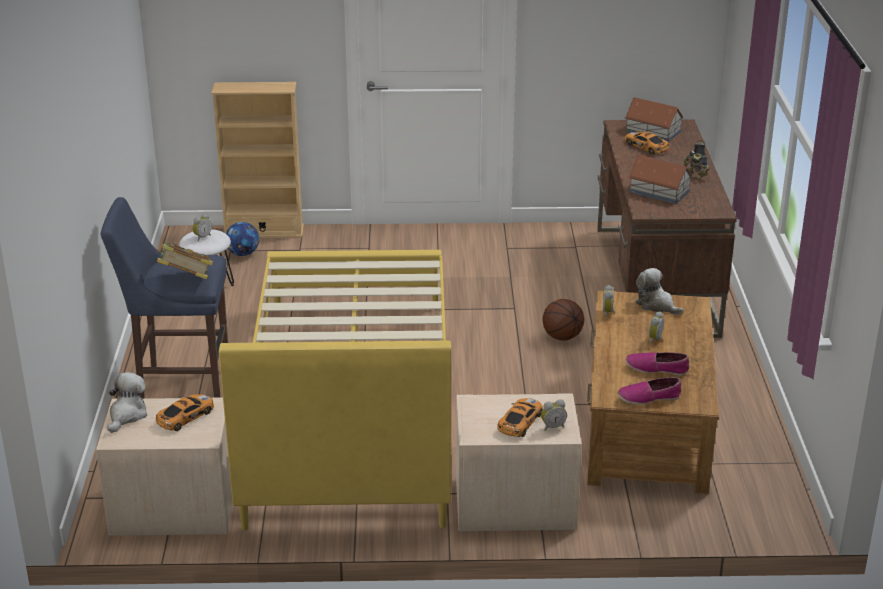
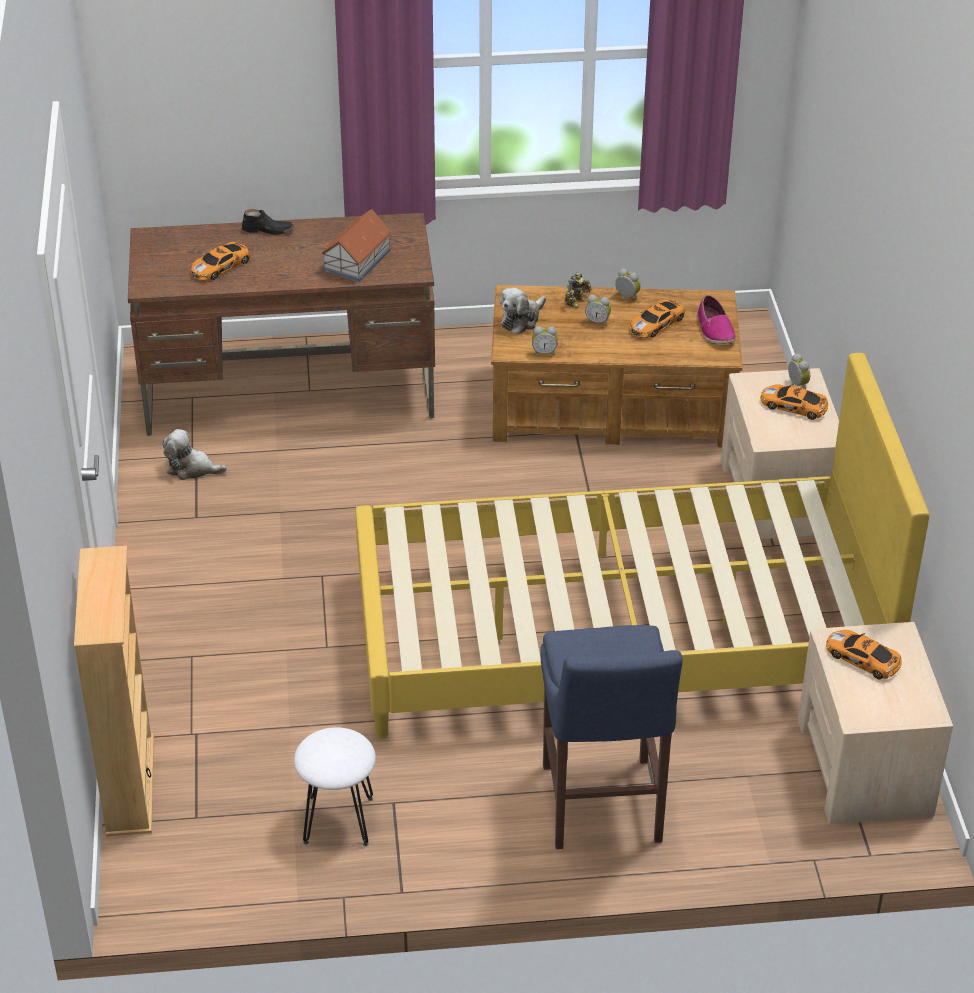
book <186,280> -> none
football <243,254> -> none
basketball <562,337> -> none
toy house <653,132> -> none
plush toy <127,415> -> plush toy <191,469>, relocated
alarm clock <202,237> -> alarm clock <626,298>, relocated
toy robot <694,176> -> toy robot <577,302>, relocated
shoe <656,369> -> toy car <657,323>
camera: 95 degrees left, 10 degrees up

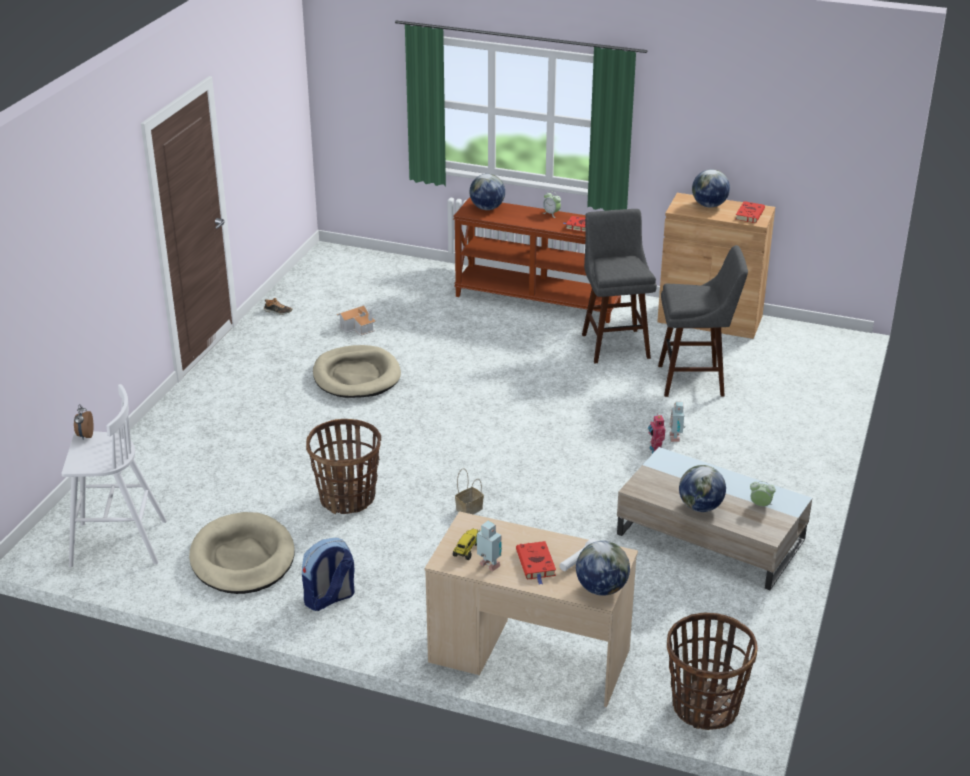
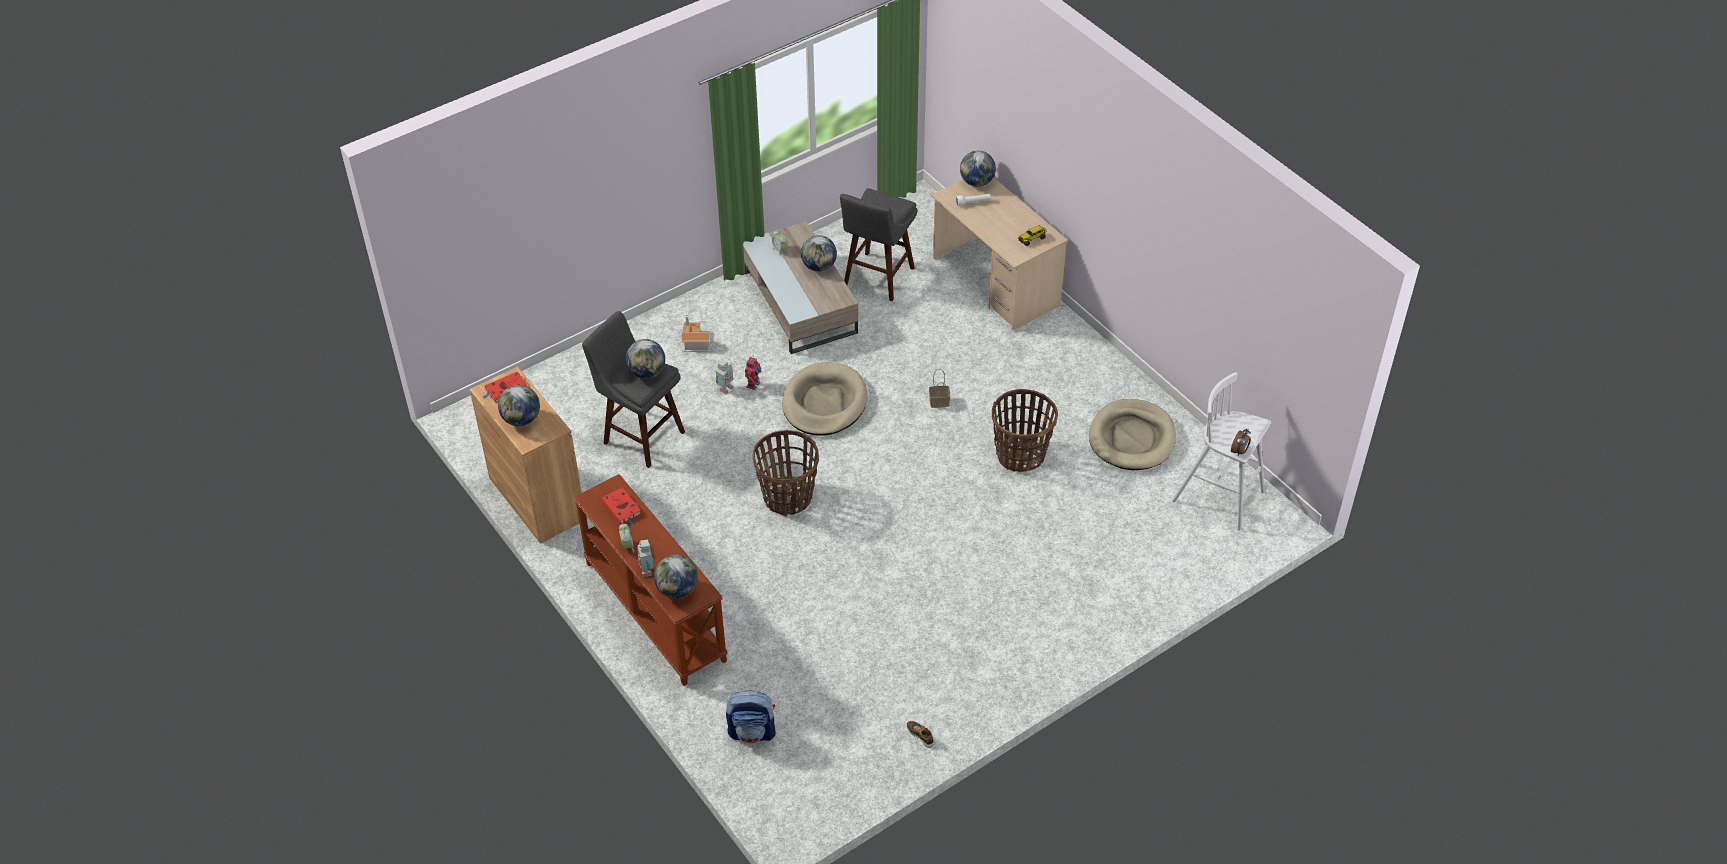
red book <536,564> -> none
none -> globe <647,372>
backpack <329,599> -> backpack <752,732>, relocated
beige dog bed <356,376> -> beige dog bed <824,403>, relocated
toy house <358,327> -> toy house <694,342>, relocated
toy robot <489,566> -> toy robot <647,570>, relocated
grey stool <614,344> -> grey stool <877,279>, relocated
basket <704,707> -> basket <788,497>, relocated
camera: 145 degrees left, 15 degrees up

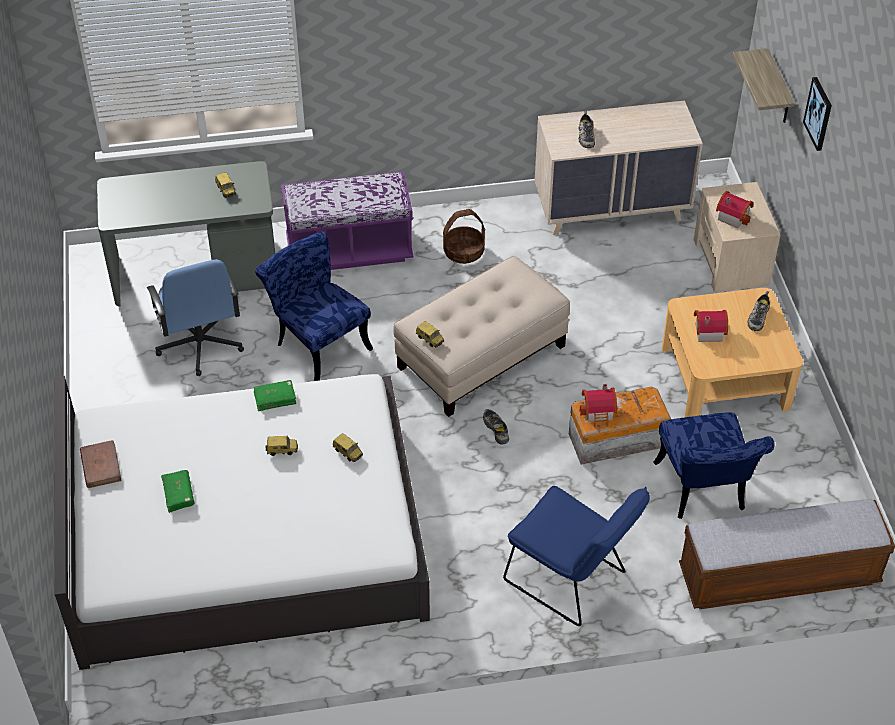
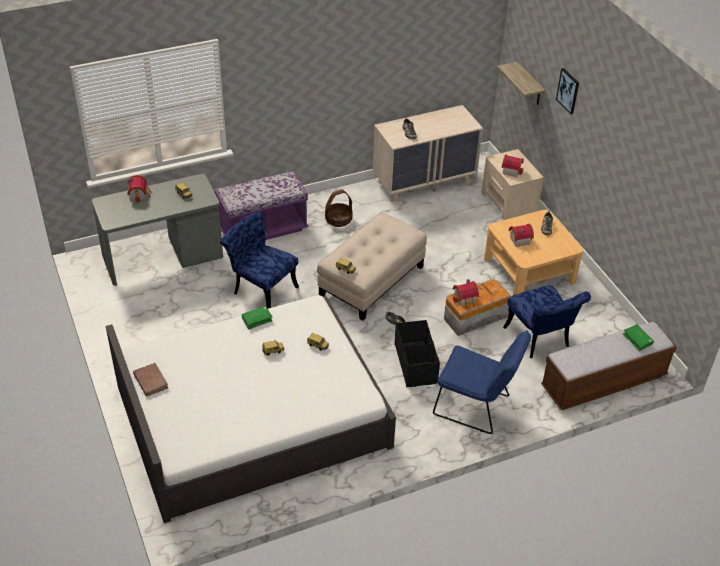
blue office chair <200,344> -> none
none -> toy house <139,195>
none -> black storage box <416,364>
green book <178,494> -> green book <637,340>, relocated
camera: 15 degrees left, 5 degrees down

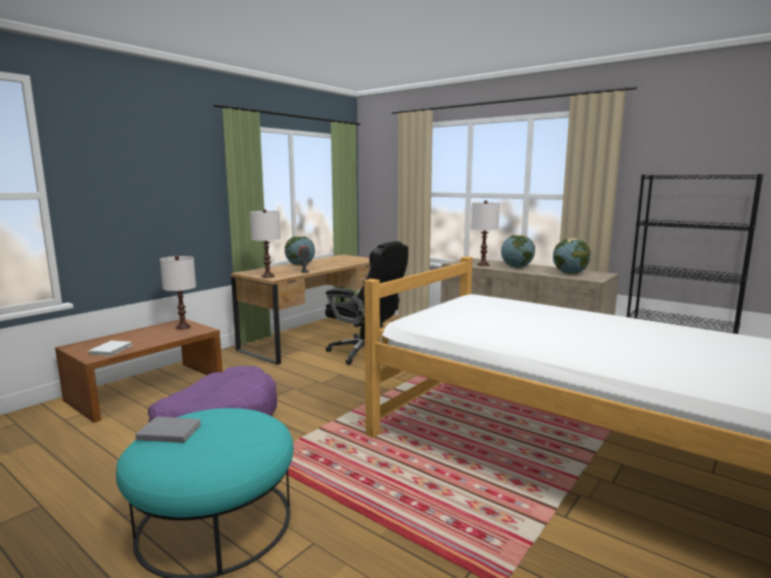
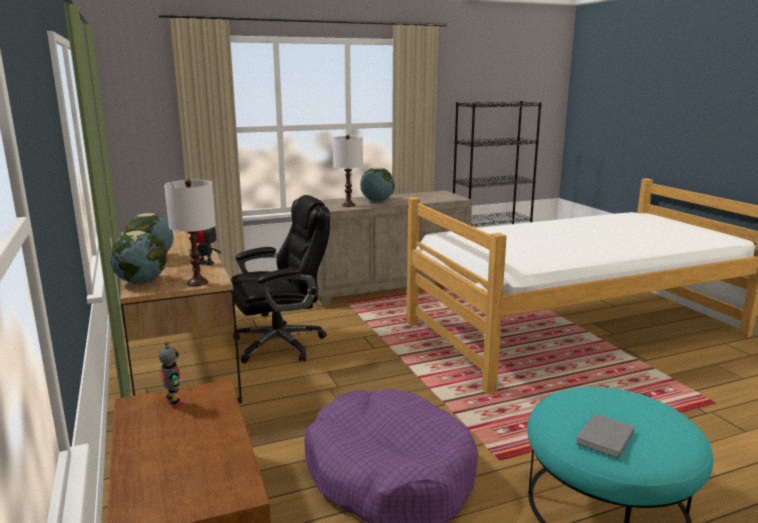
white book <112,349> -> none
globe <570,273> -> globe <141,282>, relocated
white table lamp <183,327> -> toy robot <174,403>
camera: 60 degrees left, 5 degrees up

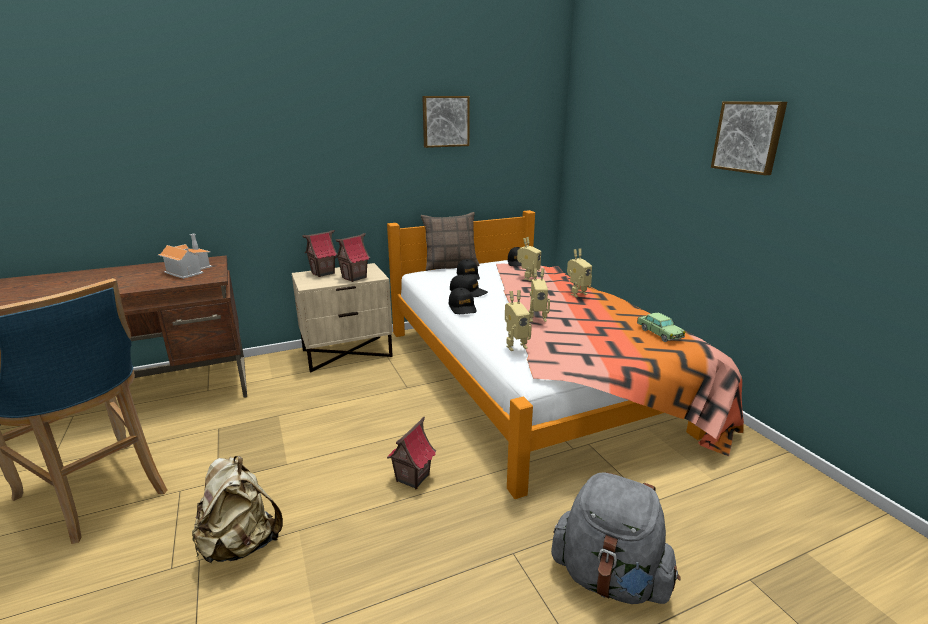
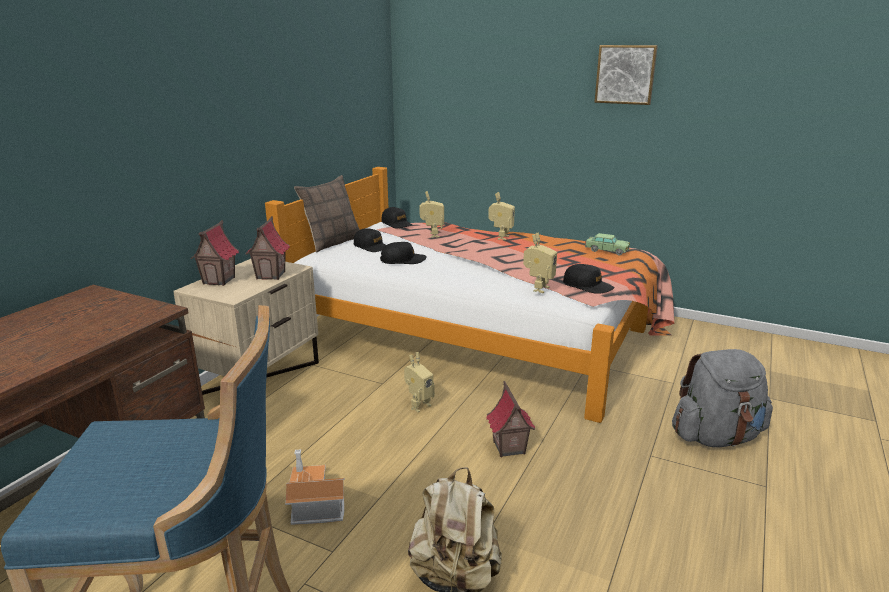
picture <445,121> -> none
toy house <188,270> -> toy house <313,504>, relocated
black cap <462,307> -> black cap <587,286>, relocated
toy robot <537,318> -> toy robot <418,405>, relocated
camera: 40 degrees left, 0 degrees up

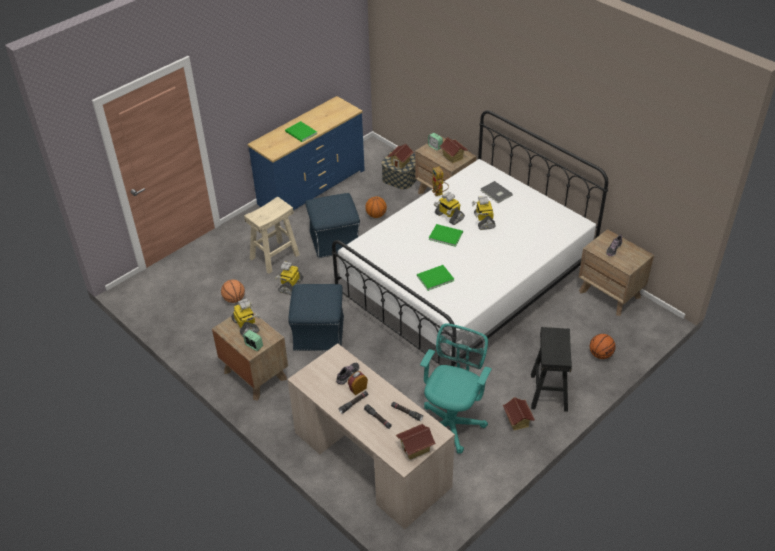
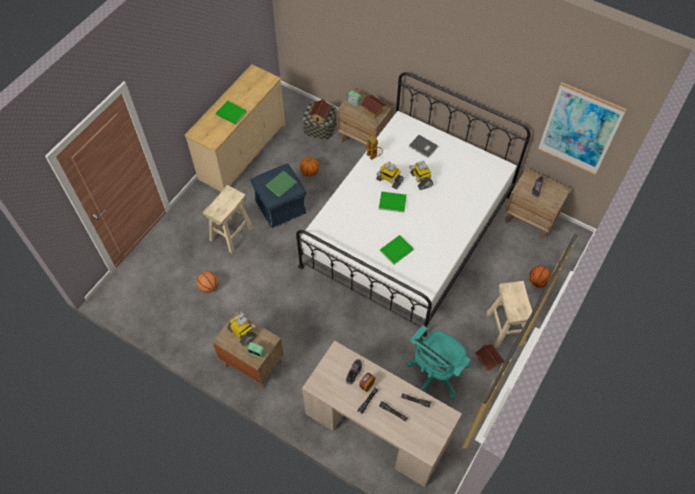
toy robot <290,285> -> none
blue ottoman <318,333> -> none
toy house <415,449> -> none
none -> green book <280,184>
none -> picture <579,129>
blue dresser <311,187> -> beige dresser <242,151>
black stool <549,392> -> beige stool <506,327>
turquoise office chair <451,423> -> turquoise office chair <434,375>, 150 degrees counterclockwise
camera: 15 degrees left, 15 degrees up

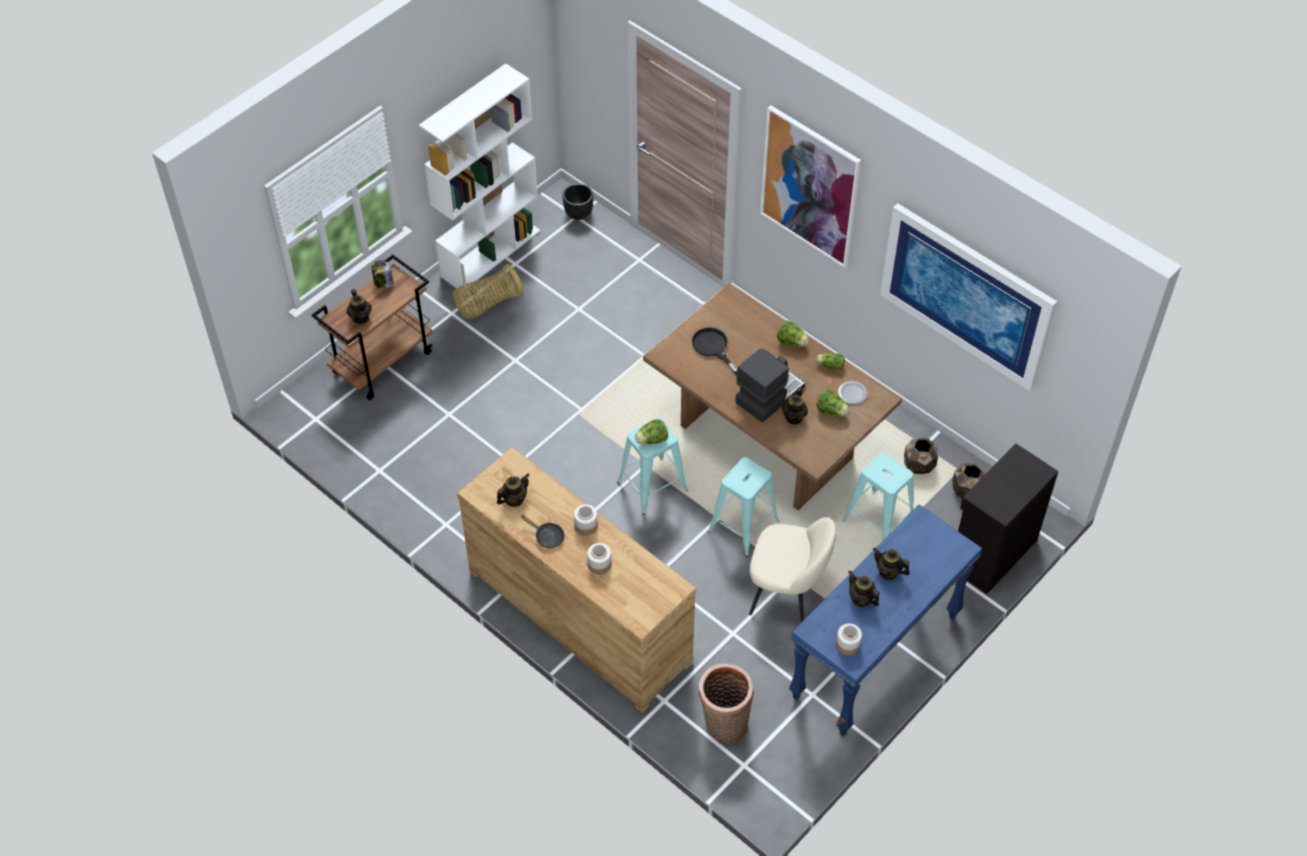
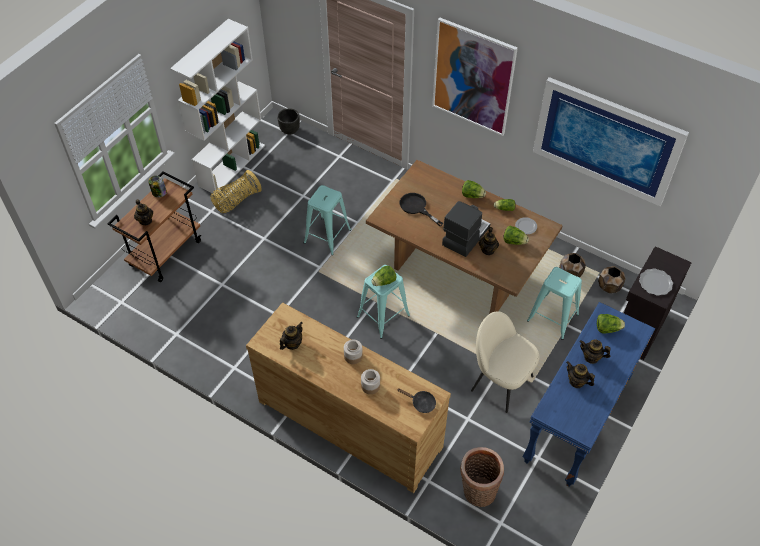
jar <847,645> -> none
none -> lettuce <607,328>
none -> plate <655,283>
black frying pan <547,537> -> black frying pan <421,403>, relocated
turquoise stool <743,526> -> turquoise stool <327,236>, relocated
beige chair <787,594> -> beige chair <500,382>, 150 degrees counterclockwise
camera: 10 degrees left, 0 degrees up

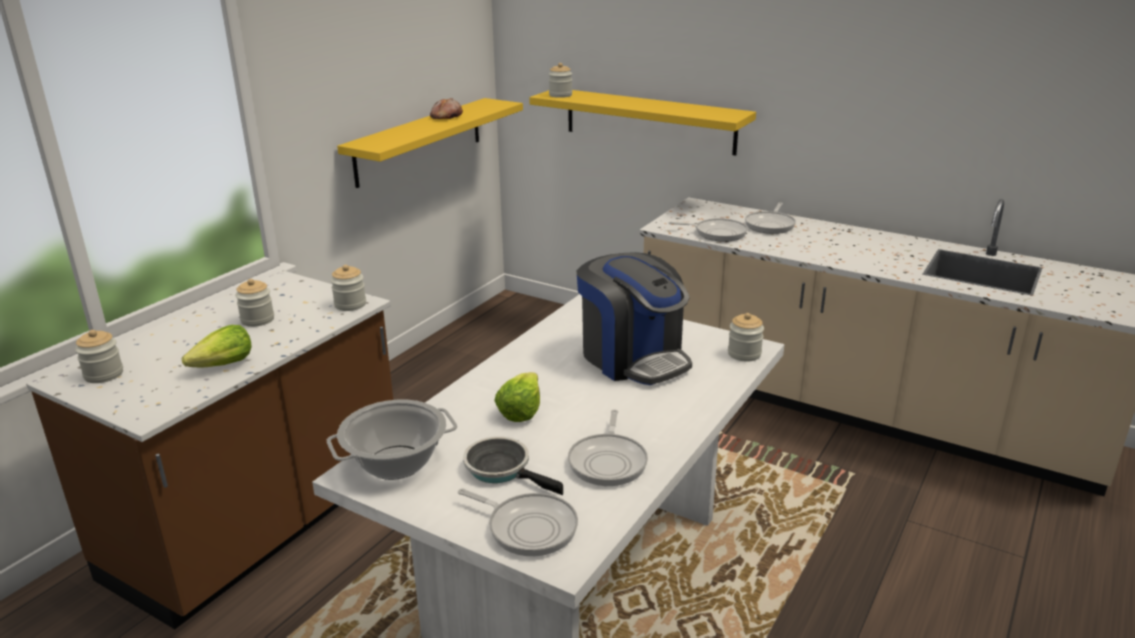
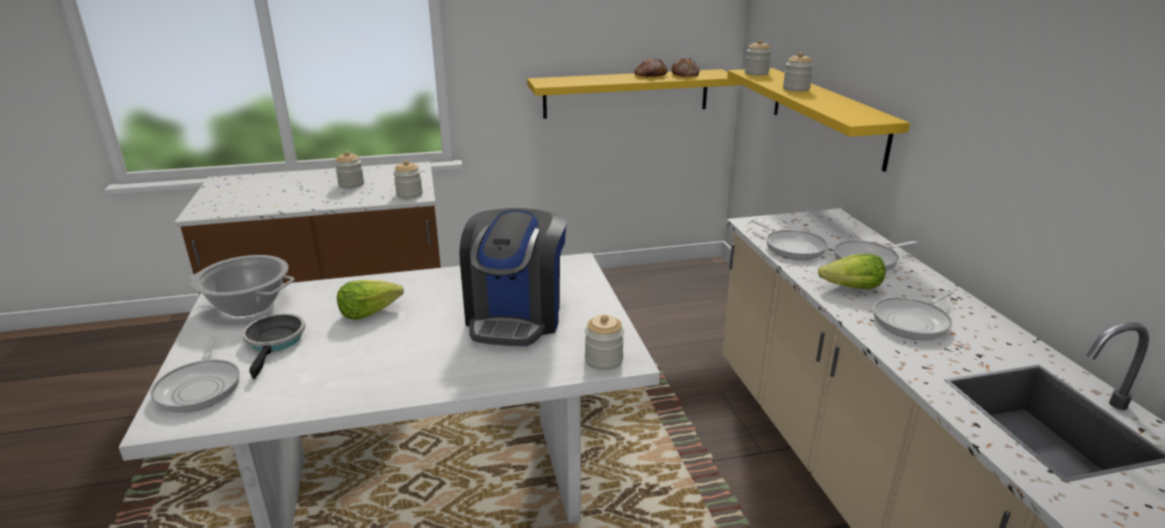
none -> bread <685,74>
jar <104,374> -> jar <796,89>, relocated
lettuce <224,365> -> lettuce <852,288>, relocated
frying pan <608,461> -> frying pan <913,321>, relocated
camera: 45 degrees right, 0 degrees up

